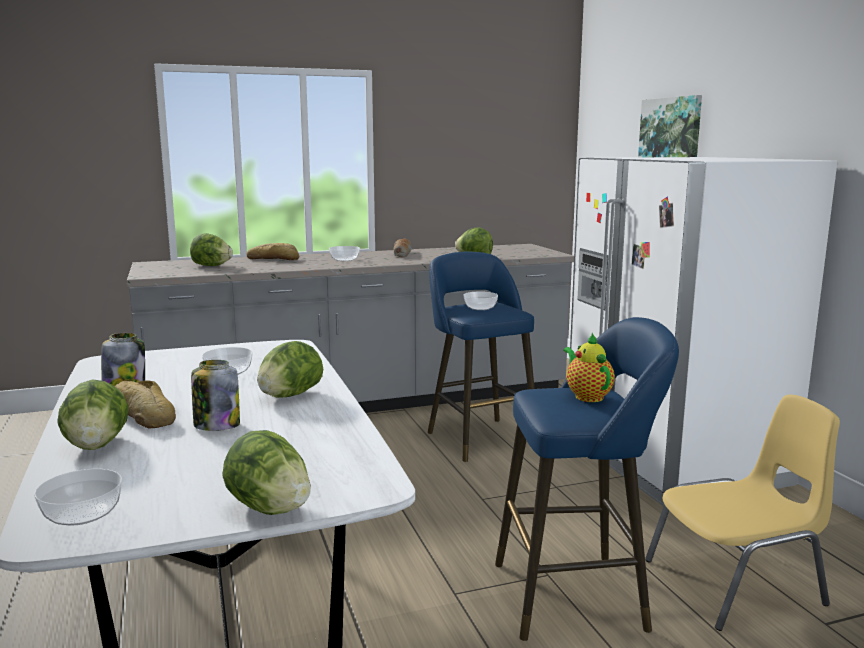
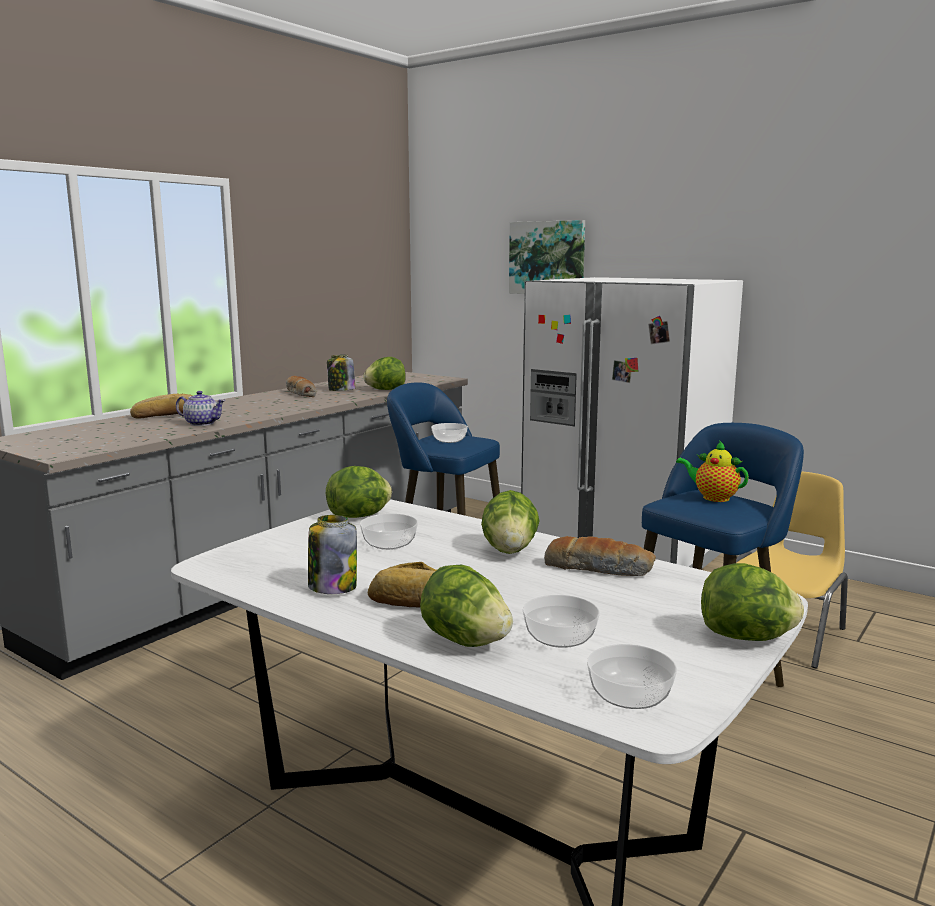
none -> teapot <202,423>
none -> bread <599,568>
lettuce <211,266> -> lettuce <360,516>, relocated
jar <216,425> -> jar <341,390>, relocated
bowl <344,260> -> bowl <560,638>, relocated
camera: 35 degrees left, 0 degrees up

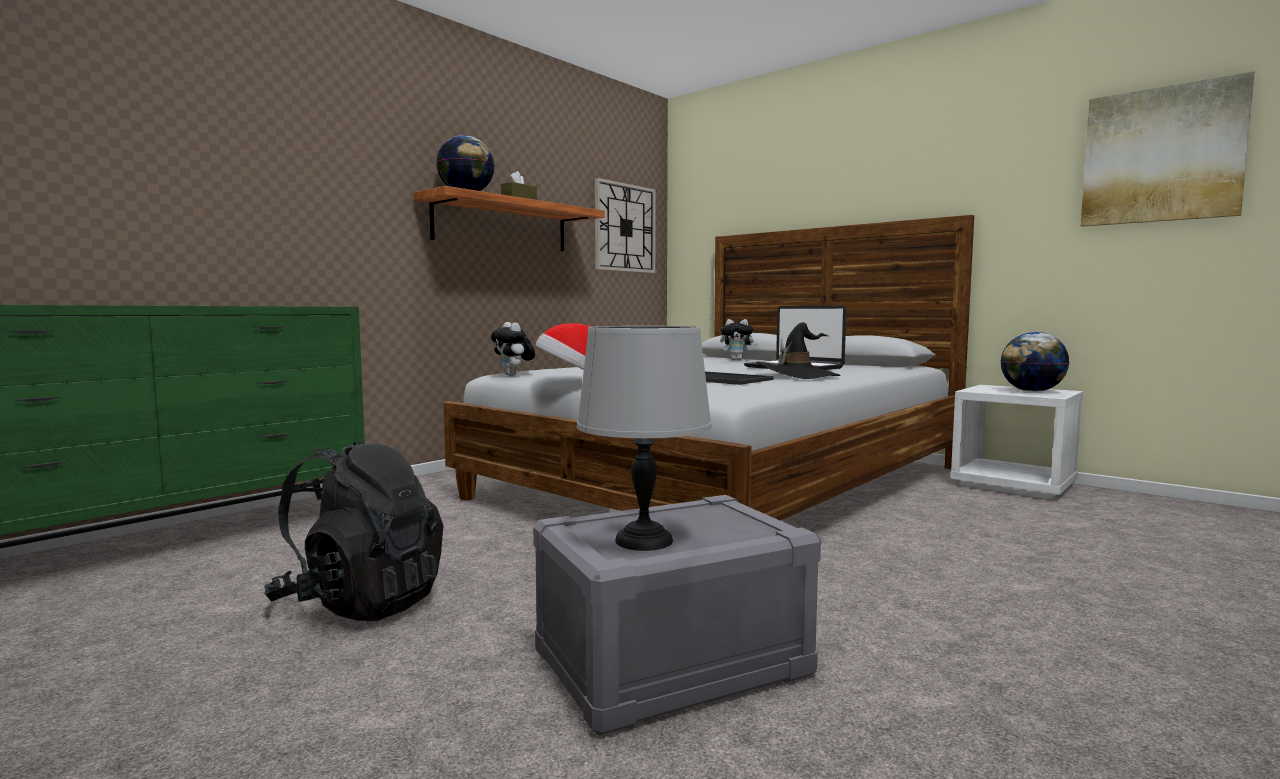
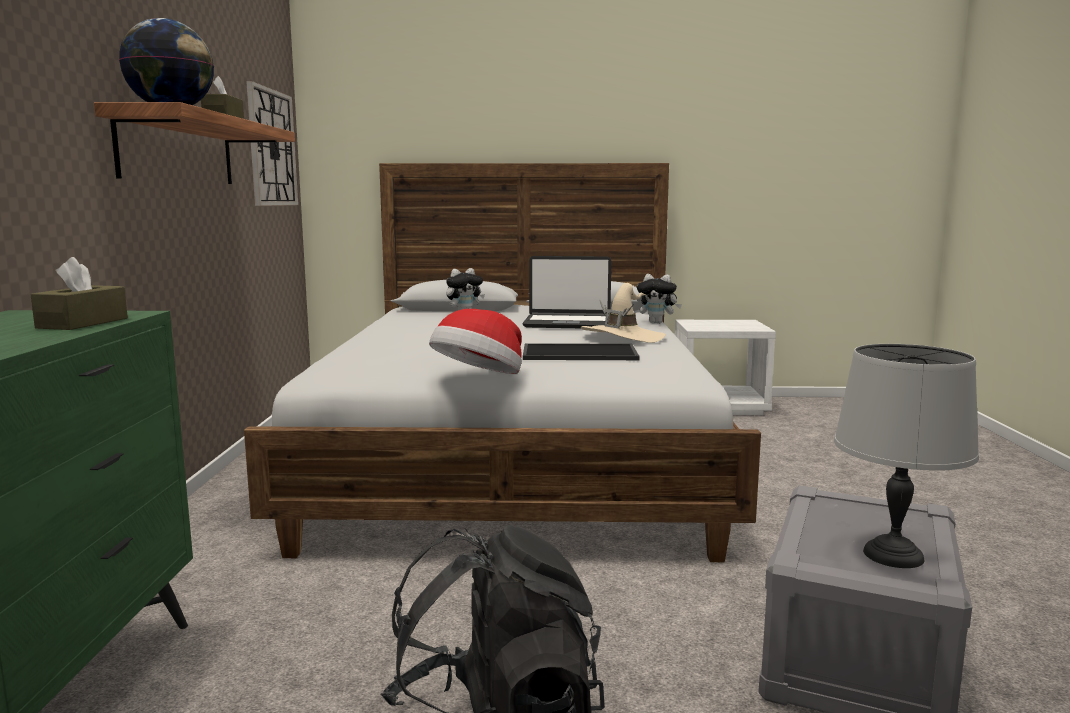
globe <1032,391> -> none
picture <1162,155> -> none
none -> brown tissue box <83,323>
plush toy <513,375> -> plush toy <657,323>, relocated
black hat <797,375> -> beige hat <622,337>
camera: 40 degrees left, 5 degrees up

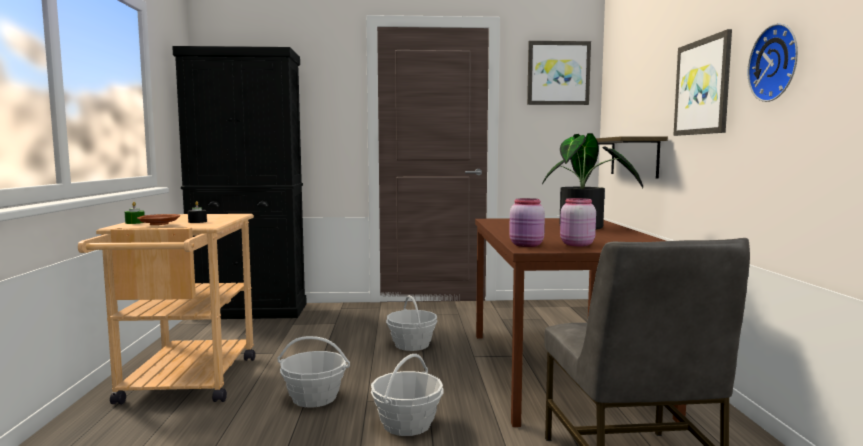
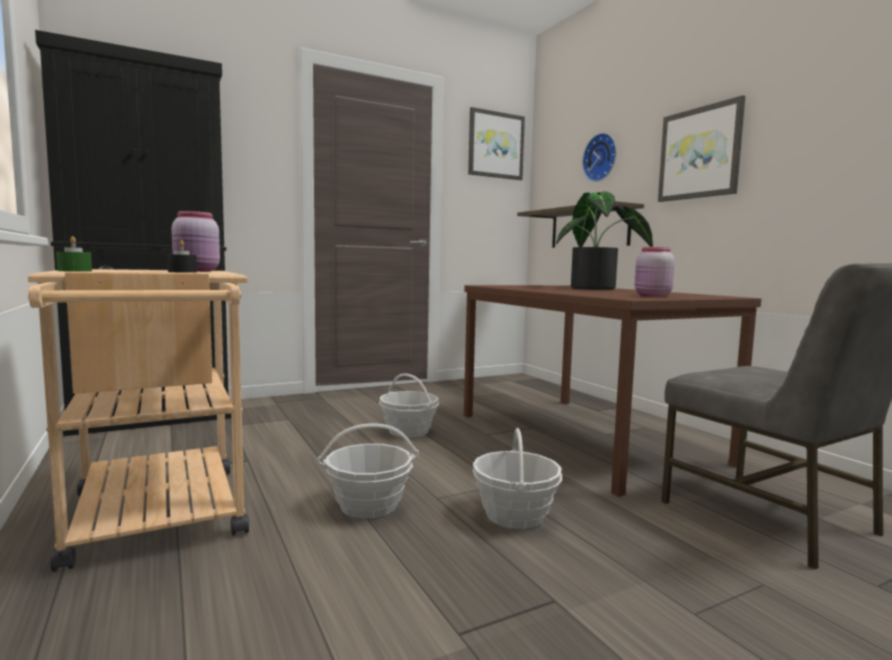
brown plate <159,224> -> none
pink jar <527,245> -> pink jar <197,271>, relocated
wall clock <777,63> -> wall clock <601,158>, relocated
camera: 25 degrees left, 0 degrees up

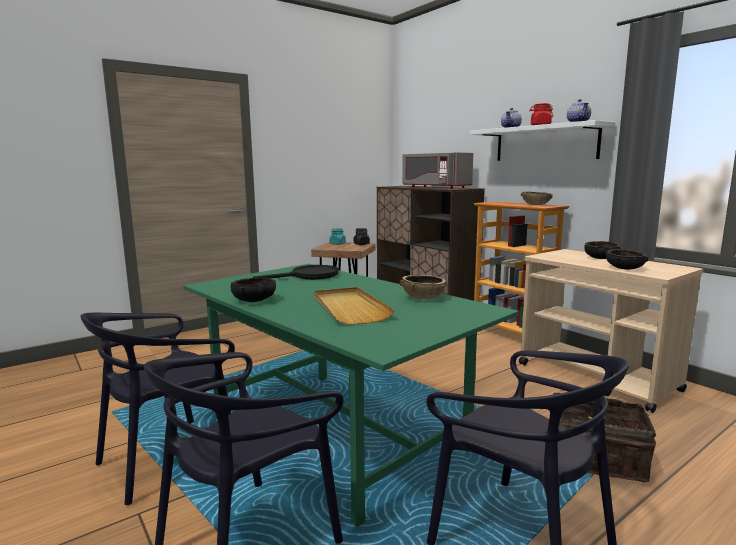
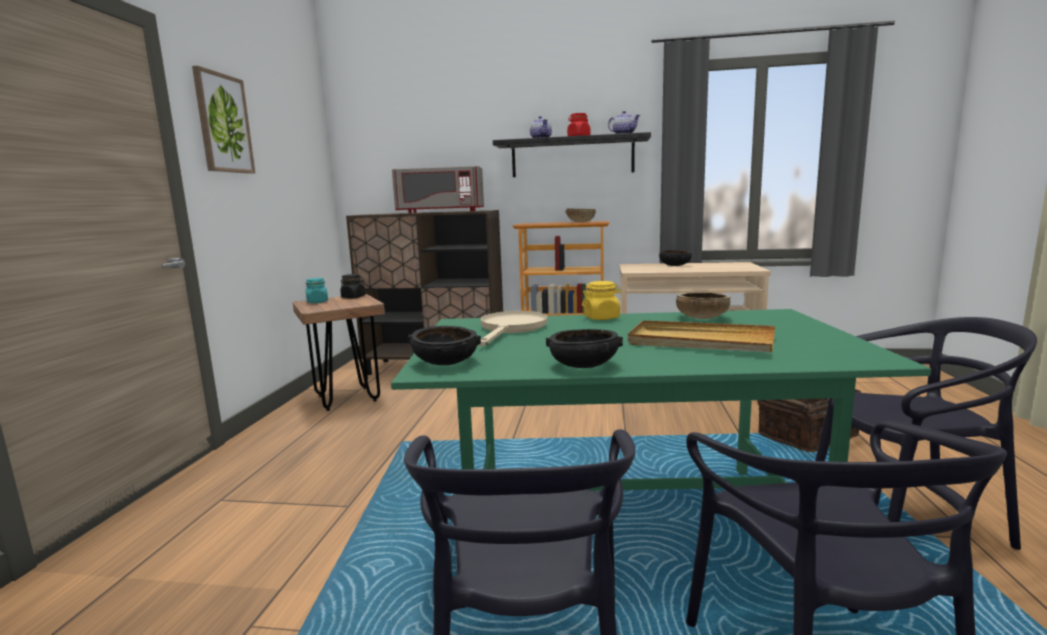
none -> picture <223,123>
none -> yellow jar <601,318>
black bowl <624,268> -> black bowl <445,362>, relocated
black frying pan <308,276> -> beige frying pan <511,329>
white shelf <545,143> -> black shelf <572,157>
camera: 45 degrees left, 0 degrees up

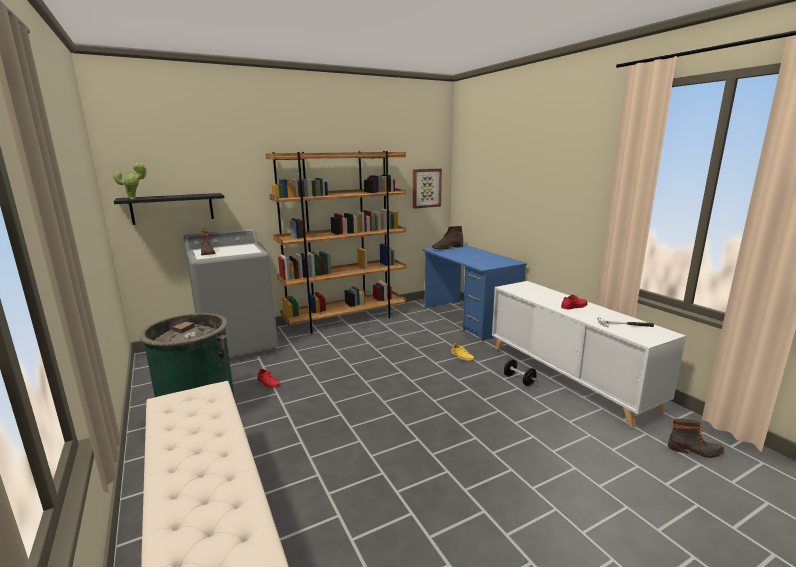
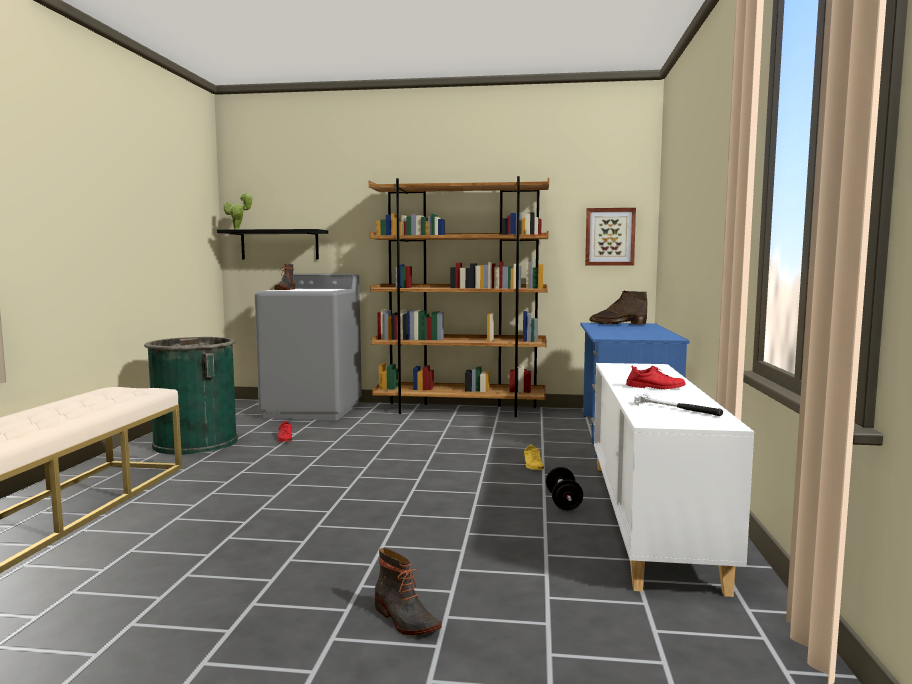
boot <695,450> -> boot <404,620>, relocated
camera: 35 degrees right, 10 degrees down

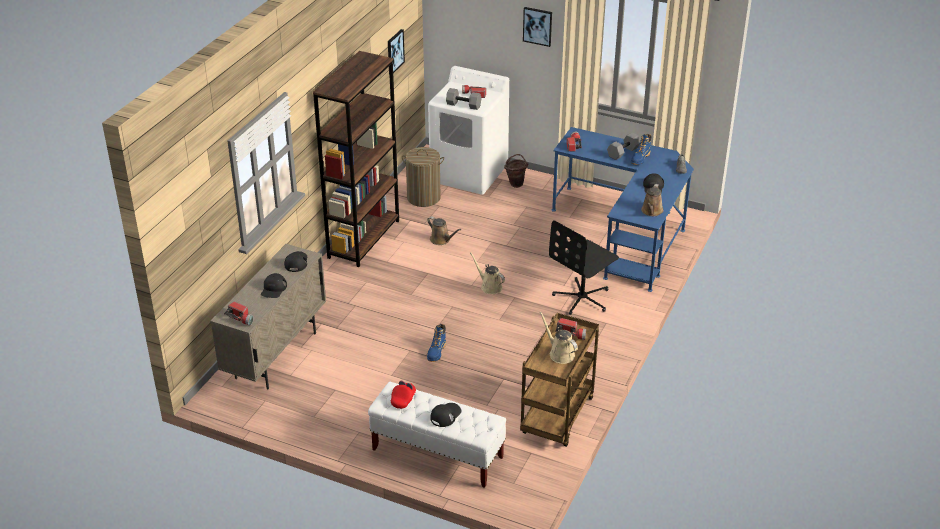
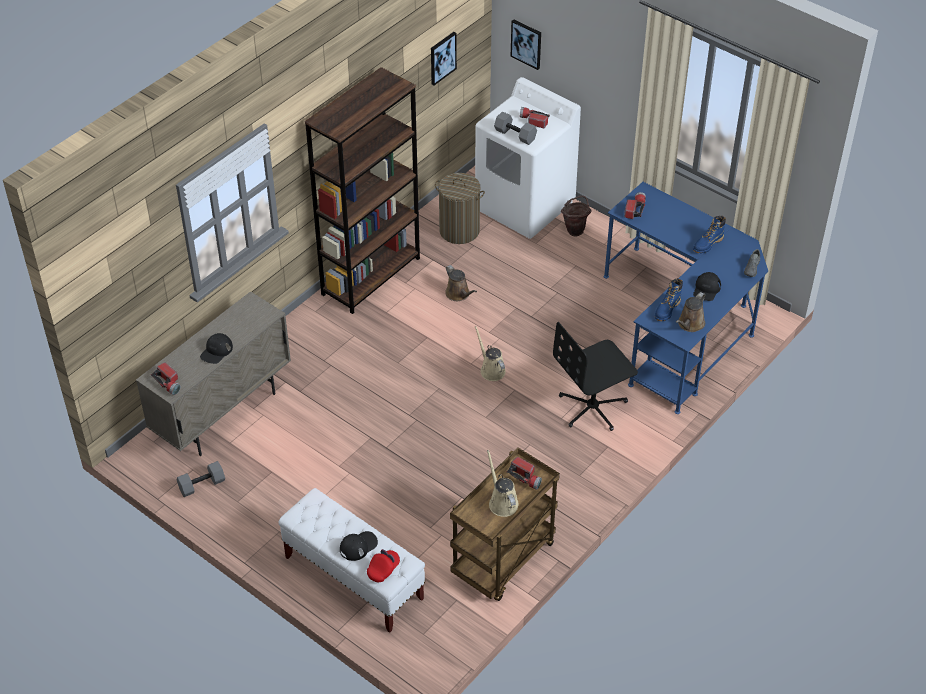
black cap <296,262> -> none
red cap <403,399> -> red cap <383,569>, relocated
blue boot <436,352> -> blue boot <667,310>, relocated
picture <537,26> -> picture <526,43>, relocated
grey dumbbell <623,153> -> grey dumbbell <201,485>, relocated
camera: 15 degrees right, 10 degrees up

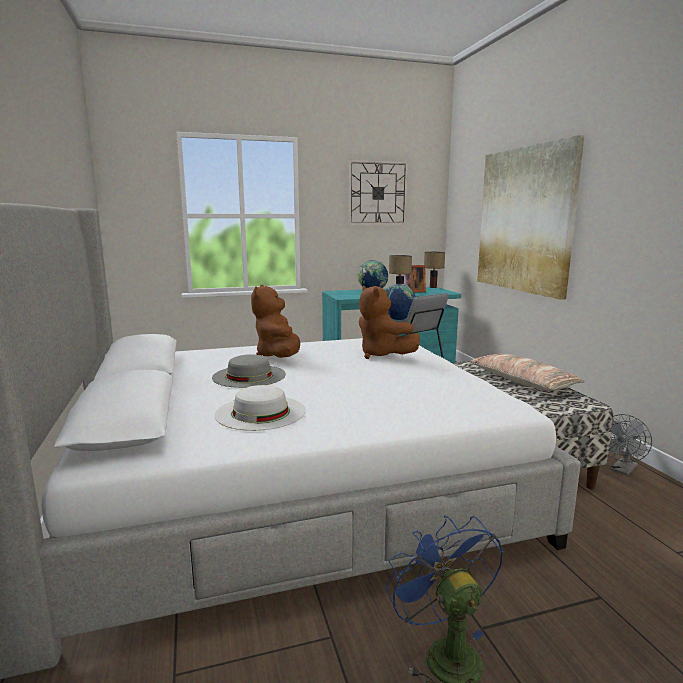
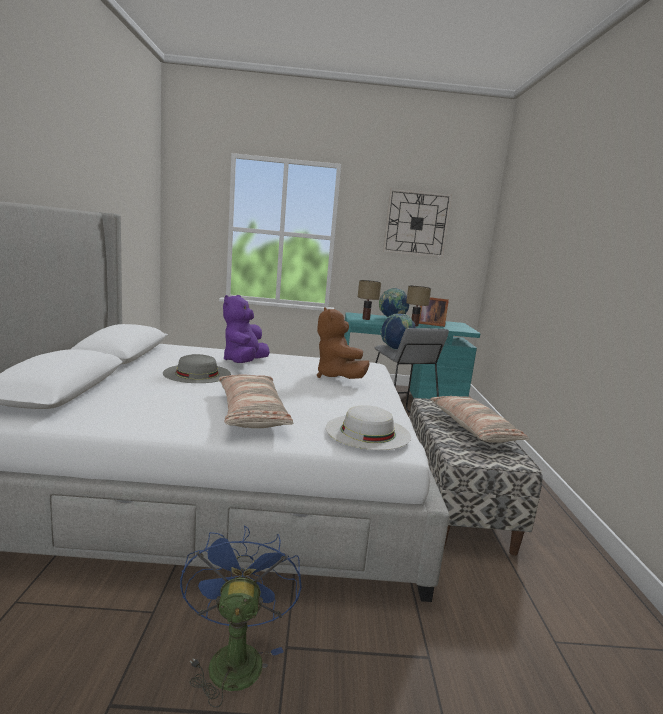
picture <524,220> -> none
grey fan <622,470> -> none
none -> pillow <251,412>
white hat <260,412> -> white hat <367,431>, relocated
table lamp <432,287> -> table lamp <365,319>, relocated
brown plush toy <279,356> -> purple plush toy <244,362>
camera: 15 degrees right, 0 degrees up

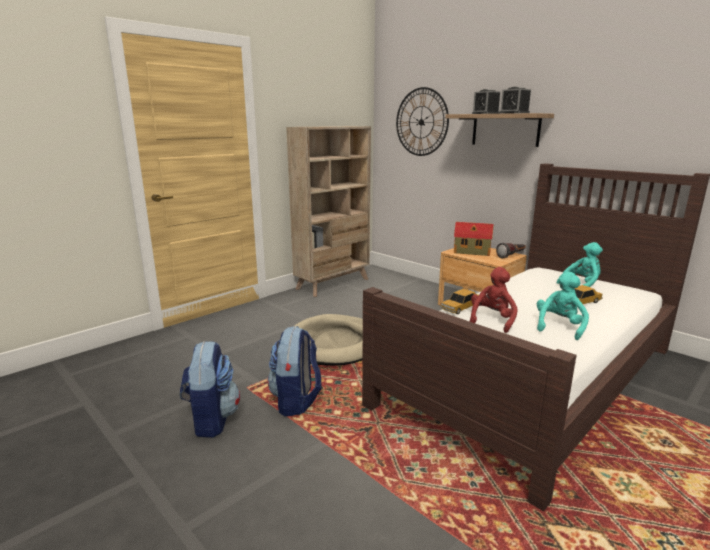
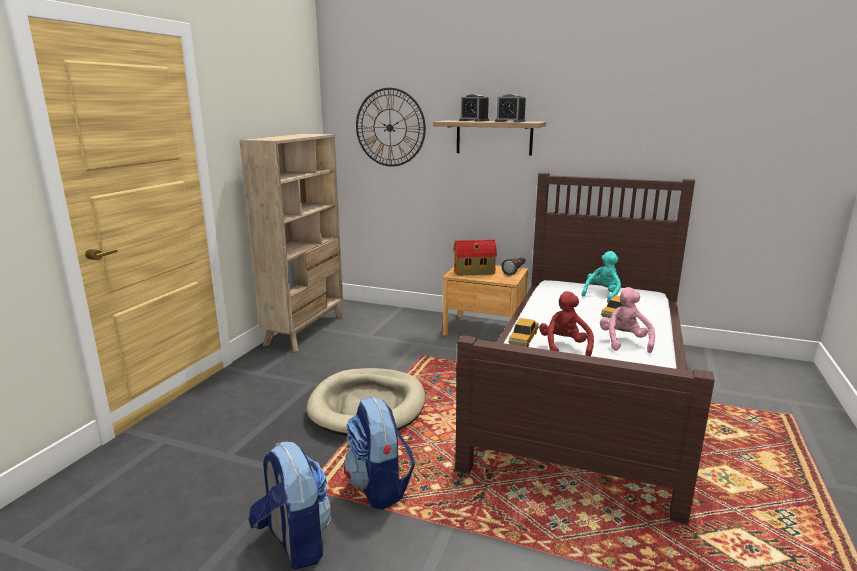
turquoise plush toy <559,327> -> pink plush toy <624,342>
camera: 25 degrees left, 0 degrees up

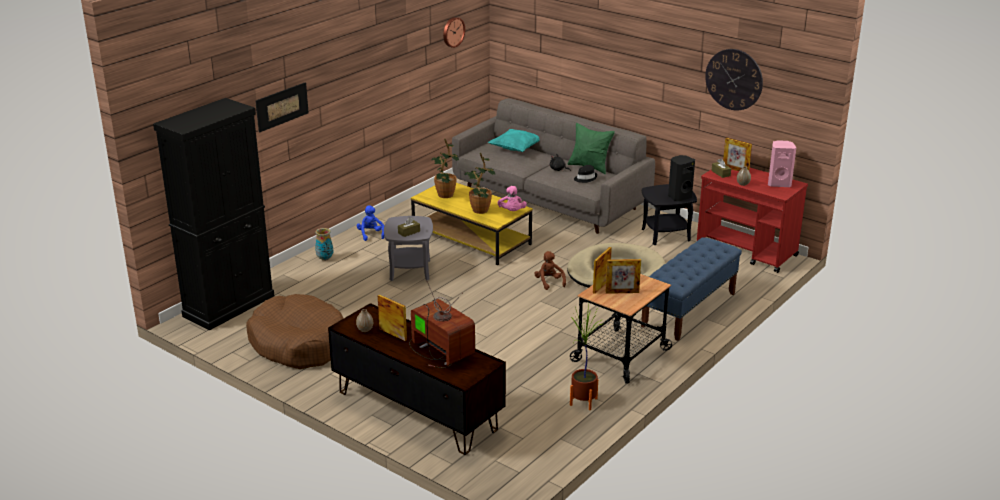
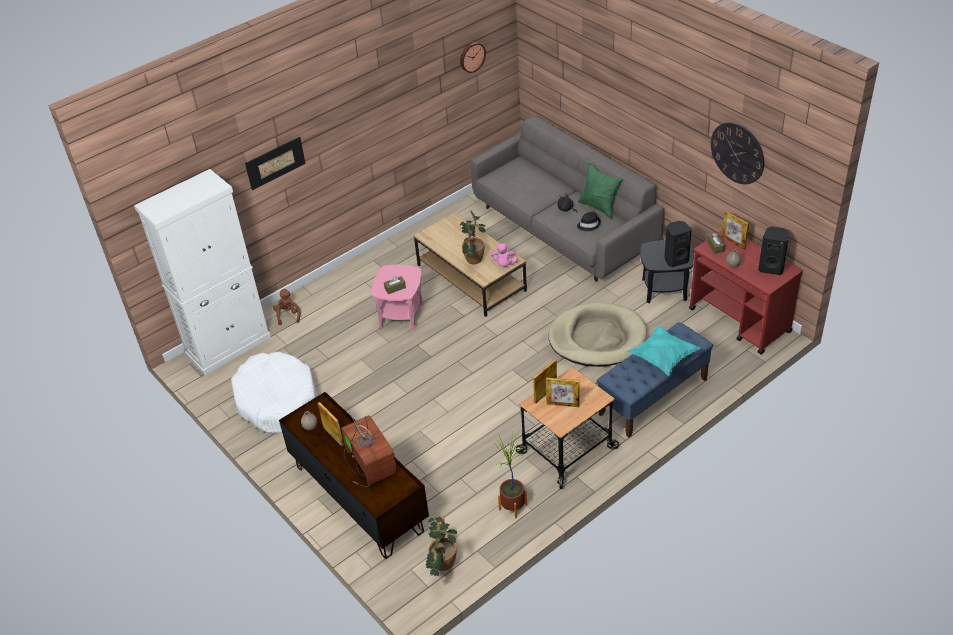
vase <325,258> -> none
blue plush toy <371,234> -> none
potted plant <444,196> -> potted plant <442,567>, relocated
turquoise pillow <516,149> -> turquoise pillow <663,358>, relocated
brown plush toy <549,282> -> brown plush toy <288,315>, relocated
black cabinet <229,306> -> white cabinet <228,346>
brown dog bed <298,343> -> white dog bed <277,401>
grey side table <410,270> -> pink side table <401,316>
yellow coffee table <471,238> -> brown coffee table <471,277>
pink speaker <778,183> -> black speaker <771,268>
camera: 15 degrees right, 15 degrees up

